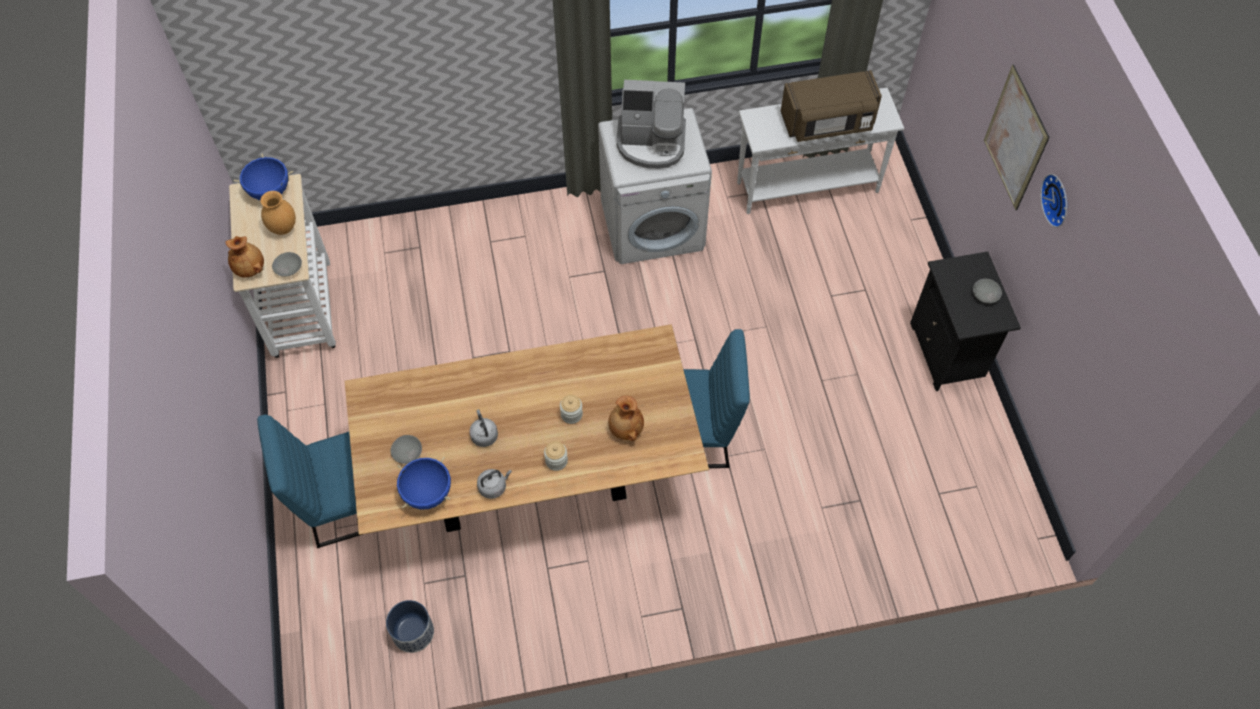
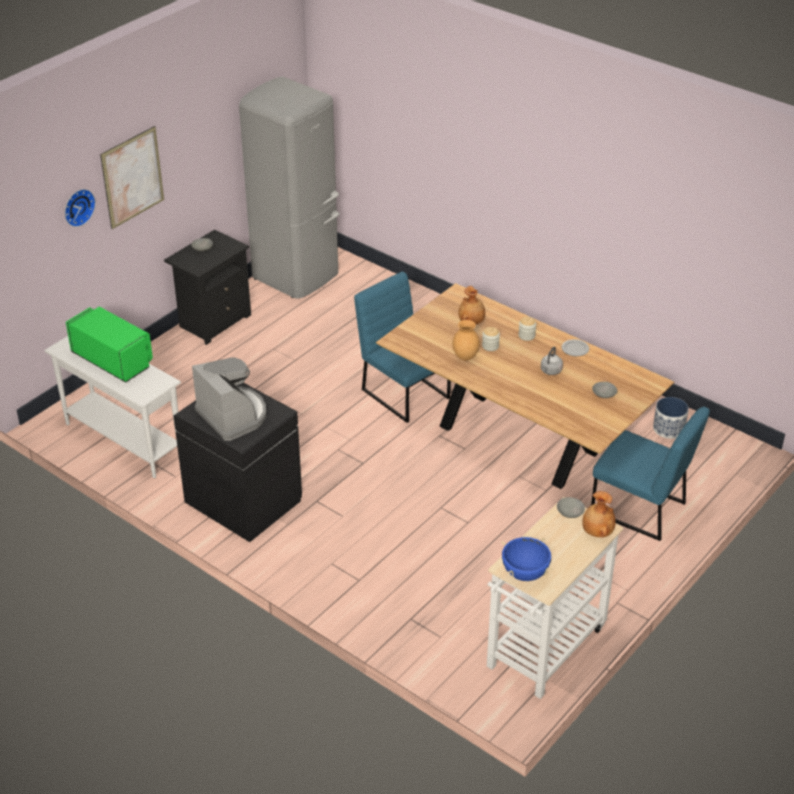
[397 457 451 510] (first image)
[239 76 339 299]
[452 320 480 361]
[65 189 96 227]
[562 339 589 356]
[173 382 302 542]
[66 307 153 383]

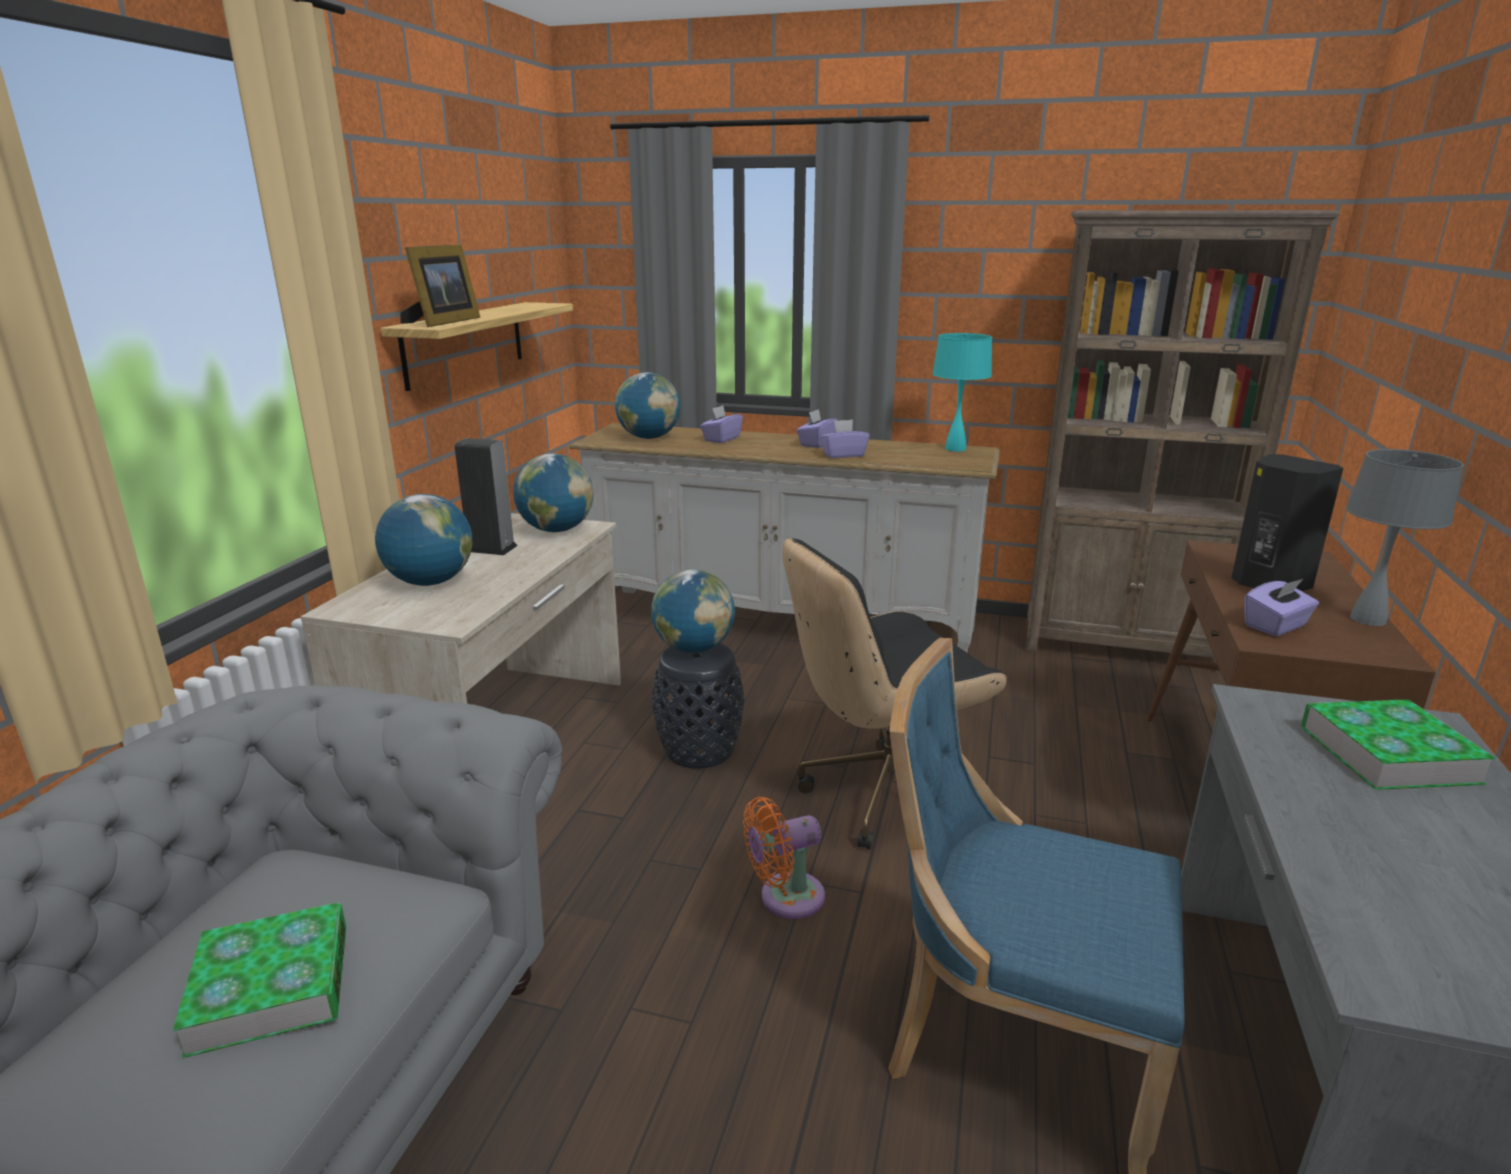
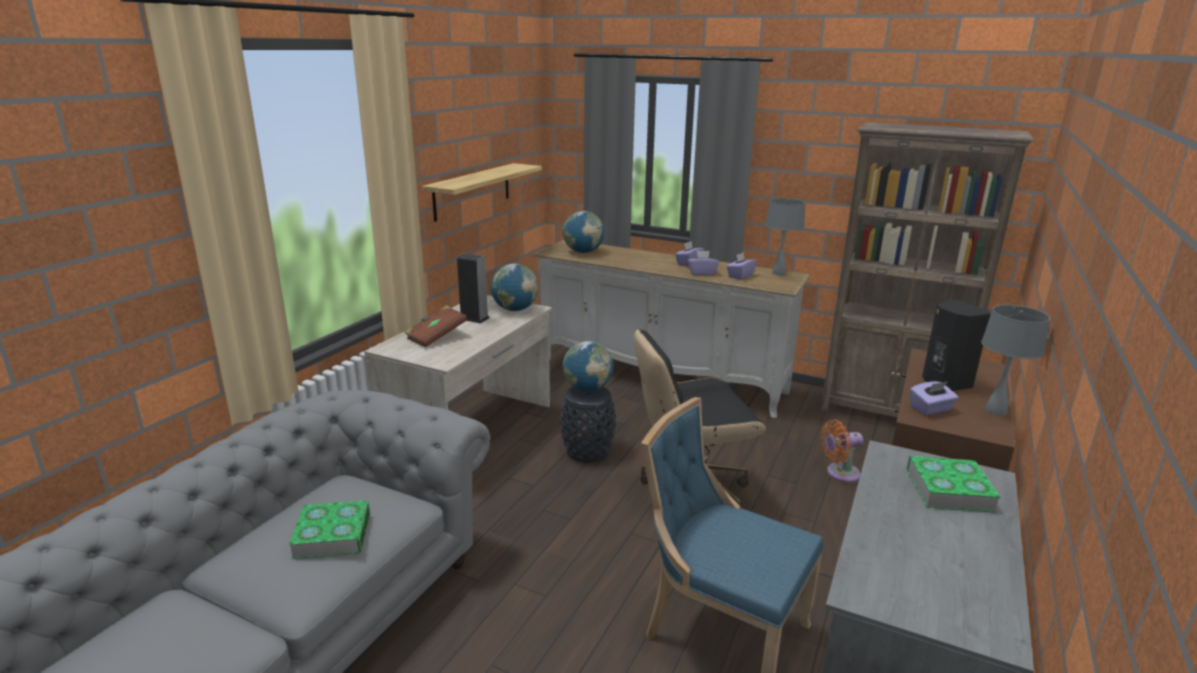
[400 244 480 327] (first image)
[727 252 757 280]
[821 420 863 482]
[404 305 467 347]
[765 198 805 275]

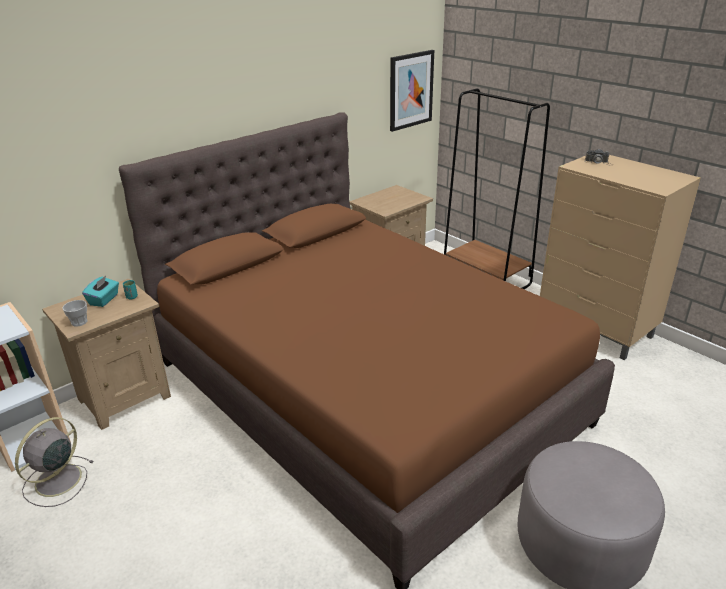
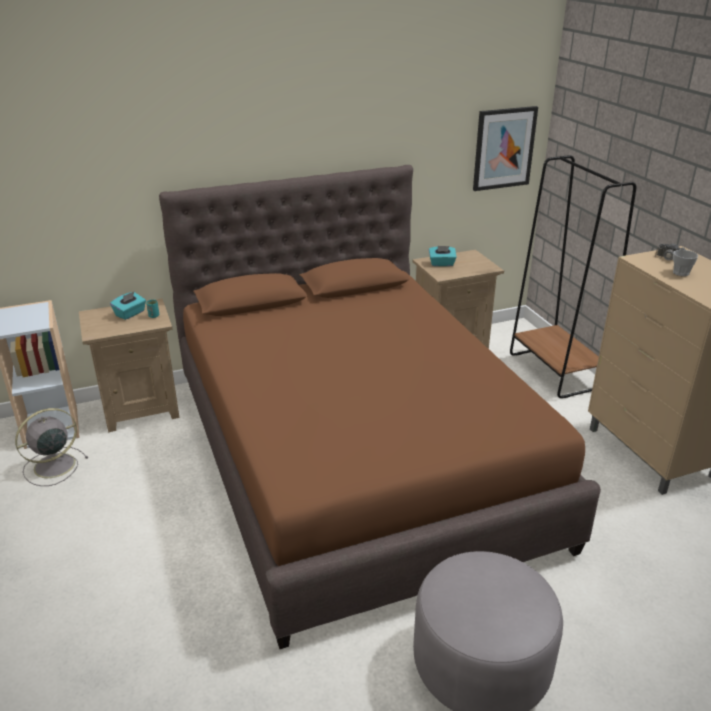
[429 246 457 266]
[673 250 698 276]

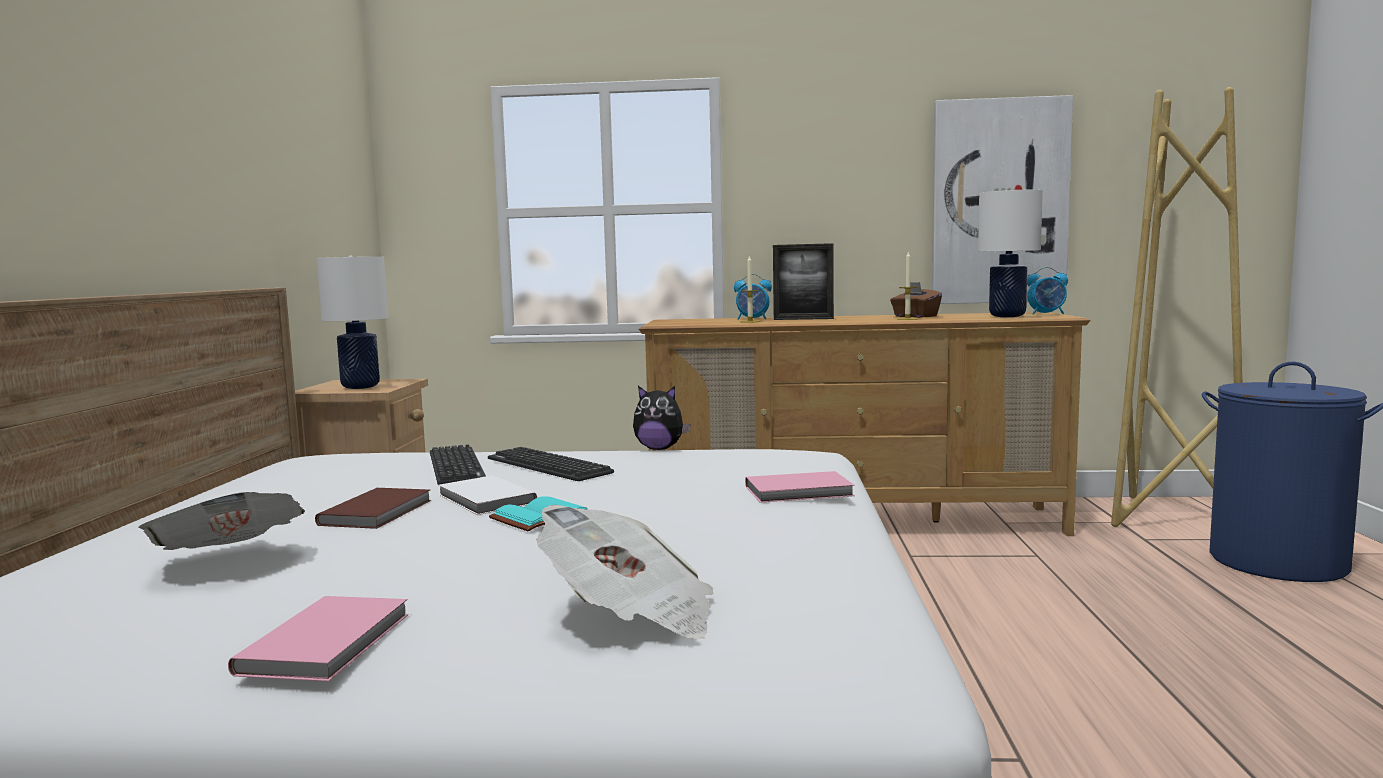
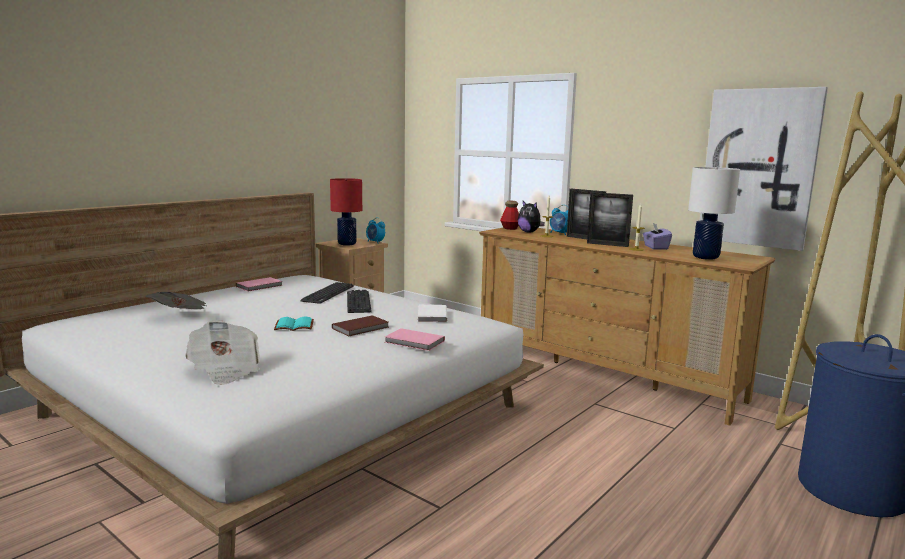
[500 201 519 230]
[587 192 633 247]
[236 277 283 292]
[332 315 389 336]
[418 305 448 322]
[518 201 545 233]
[366 217 385 244]
[330 178 362 246]
[643 223 672 250]

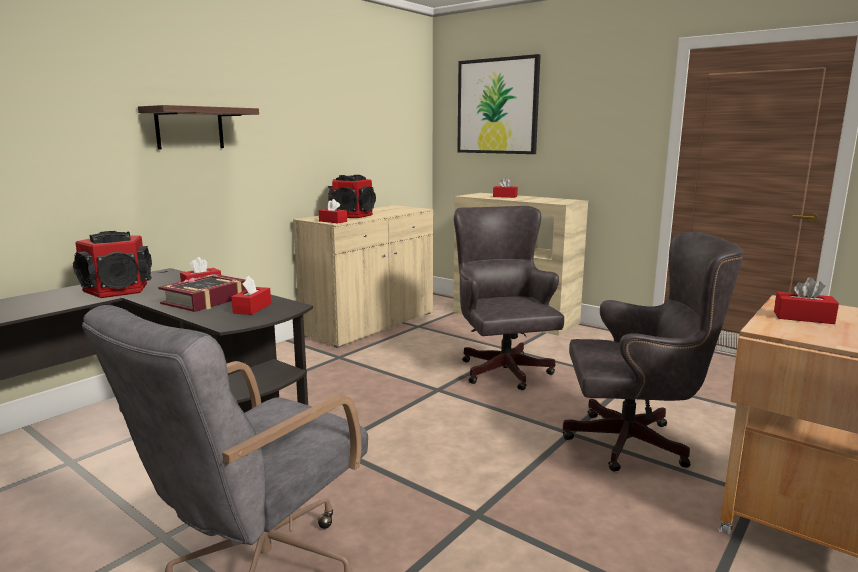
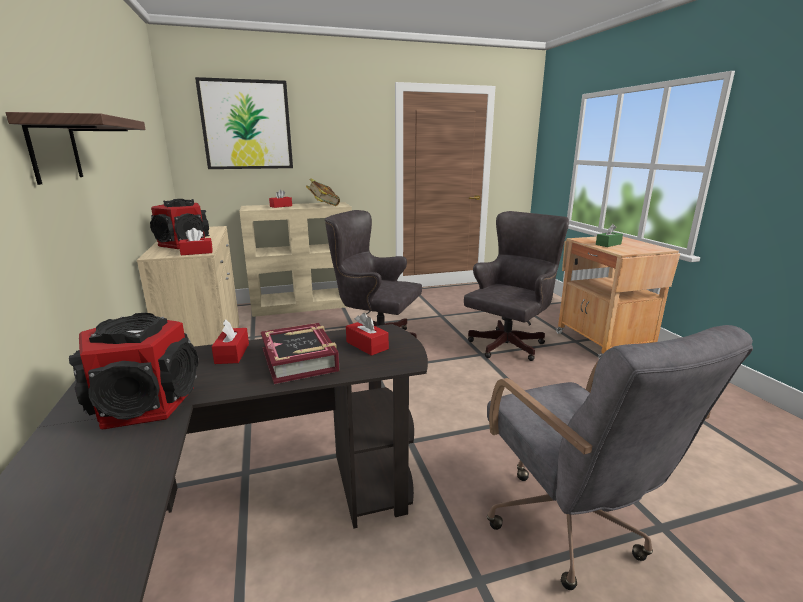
[306 178 340 206]
[596 224 623 247]

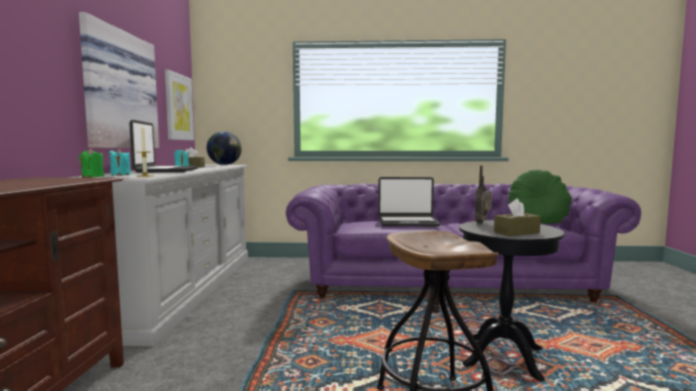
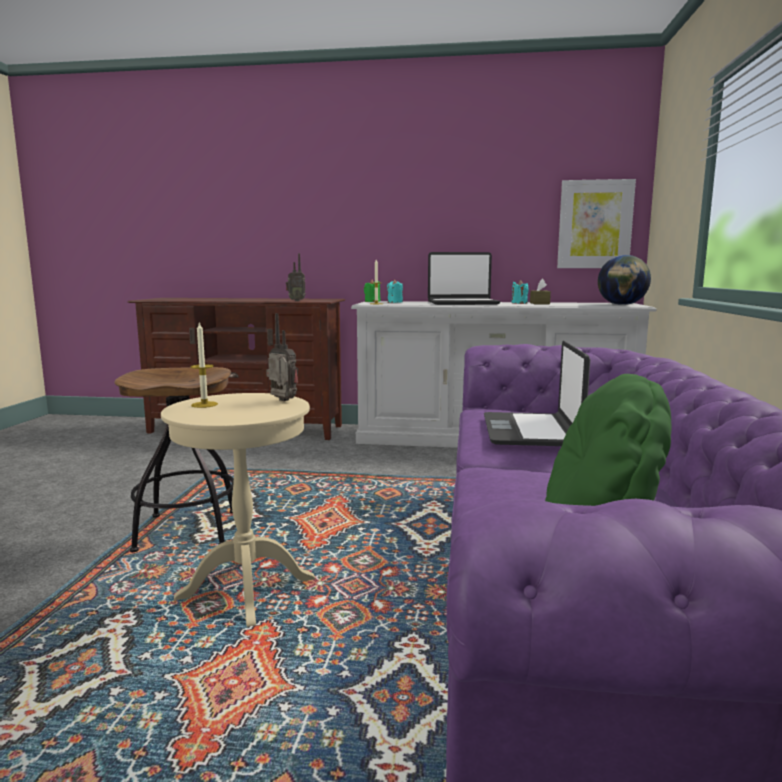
[79 12 159 148] (first image)
[286 253 306 301]
[191 322 218 408]
[161 393 315 627]

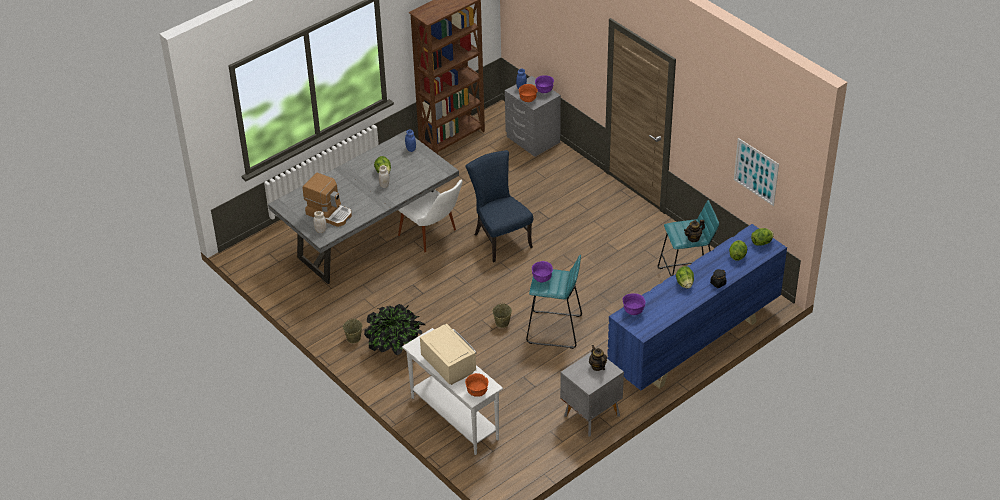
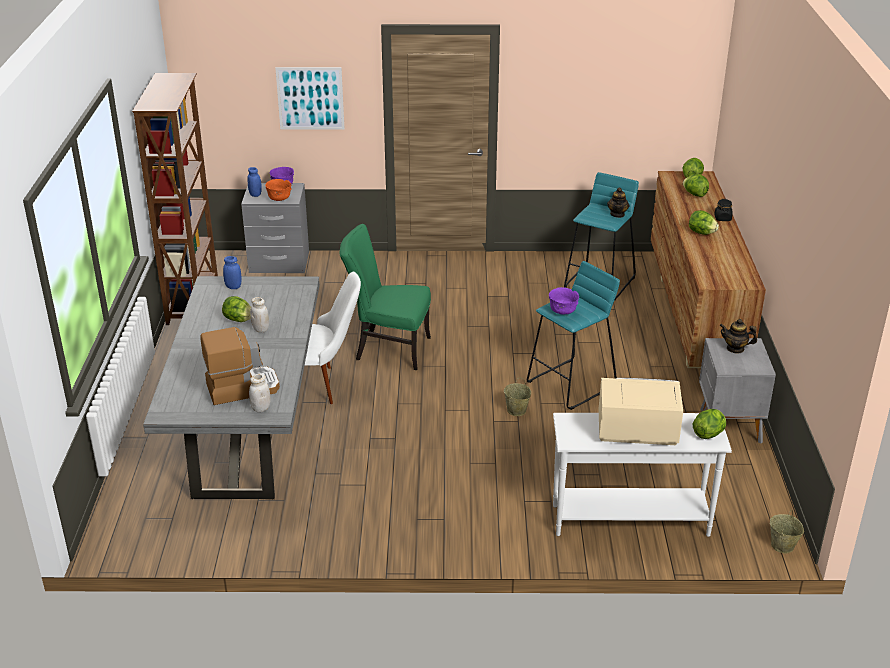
[364 304 425 355] (first image)
[622 293 645 315] (first image)
[770 510 804 553]
[275 67 345 130]
[693 409 726 439]
[340 224 431 370]
[651 171 766 368]

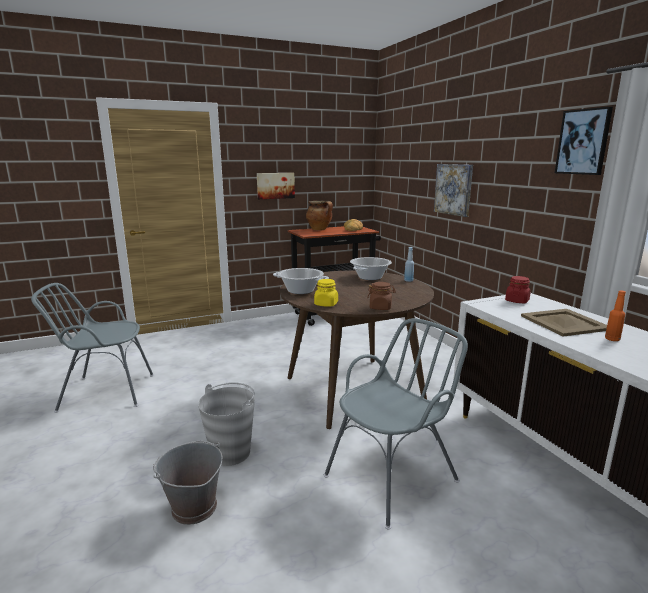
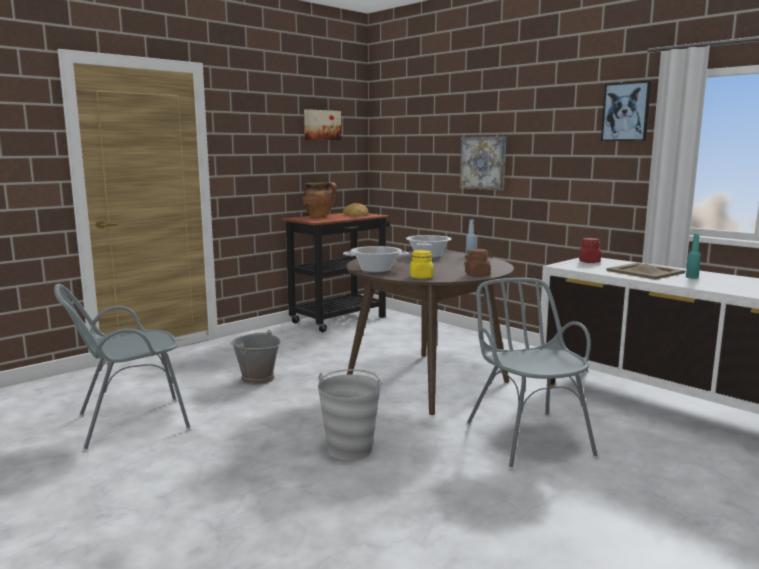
[231 330 280 385]
[304 109 341 140]
[686 234 701 279]
[466 278 599 470]

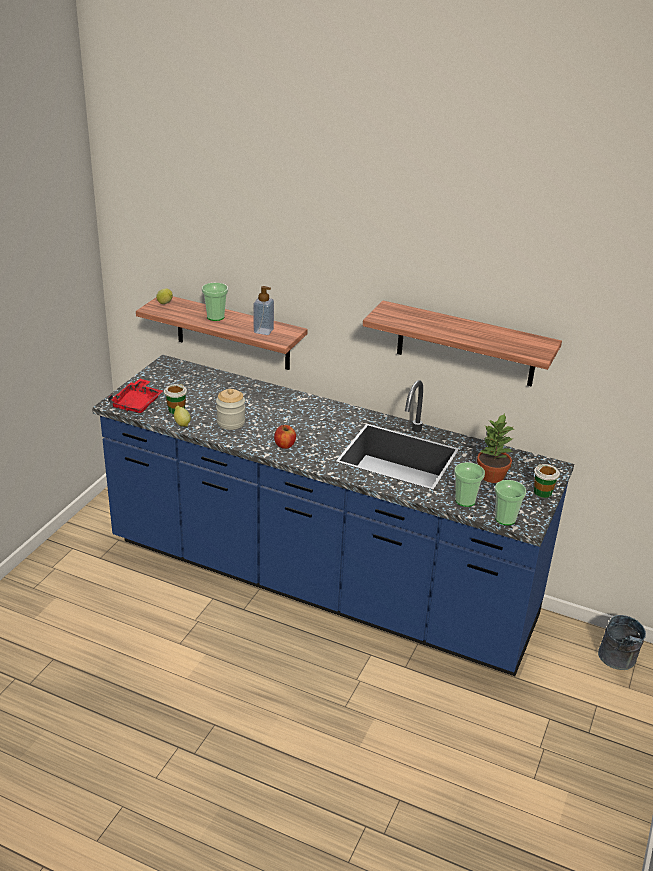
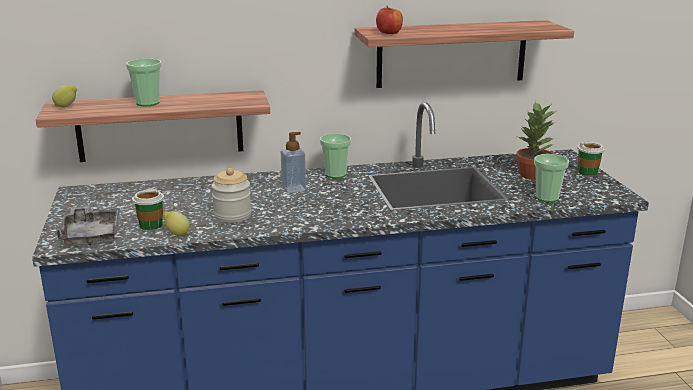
[598 615 646 670] (first image)
[281 132 306 193]
[376 6 403 34]
[320 134 351 178]
[56 206 120 246]

